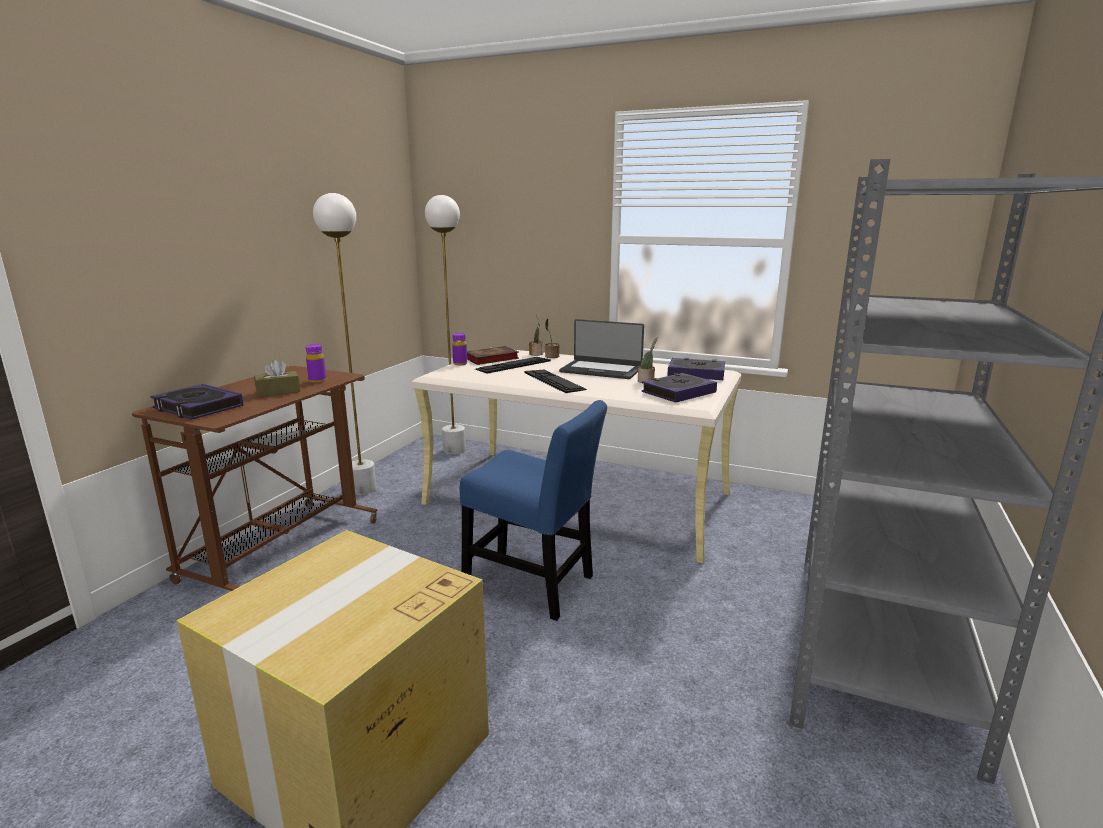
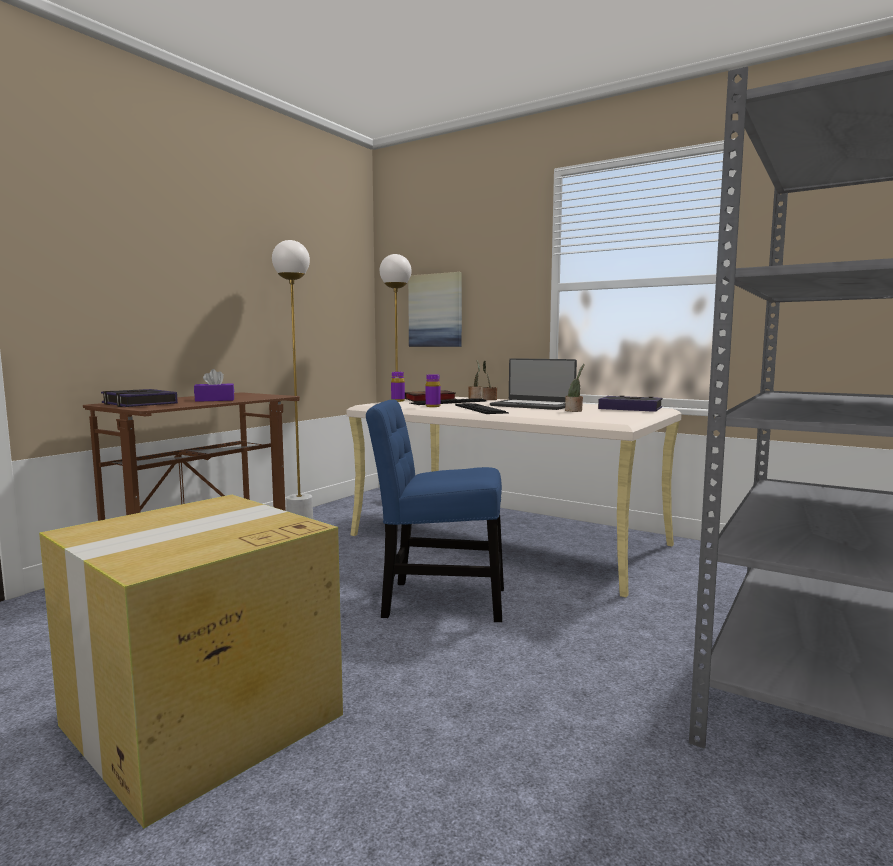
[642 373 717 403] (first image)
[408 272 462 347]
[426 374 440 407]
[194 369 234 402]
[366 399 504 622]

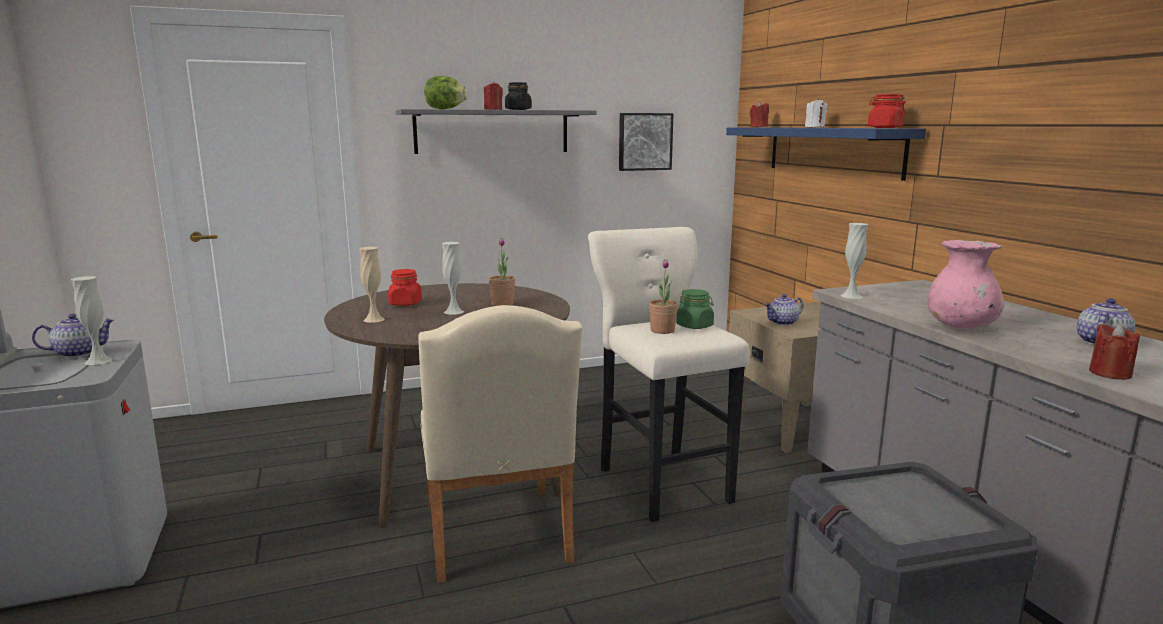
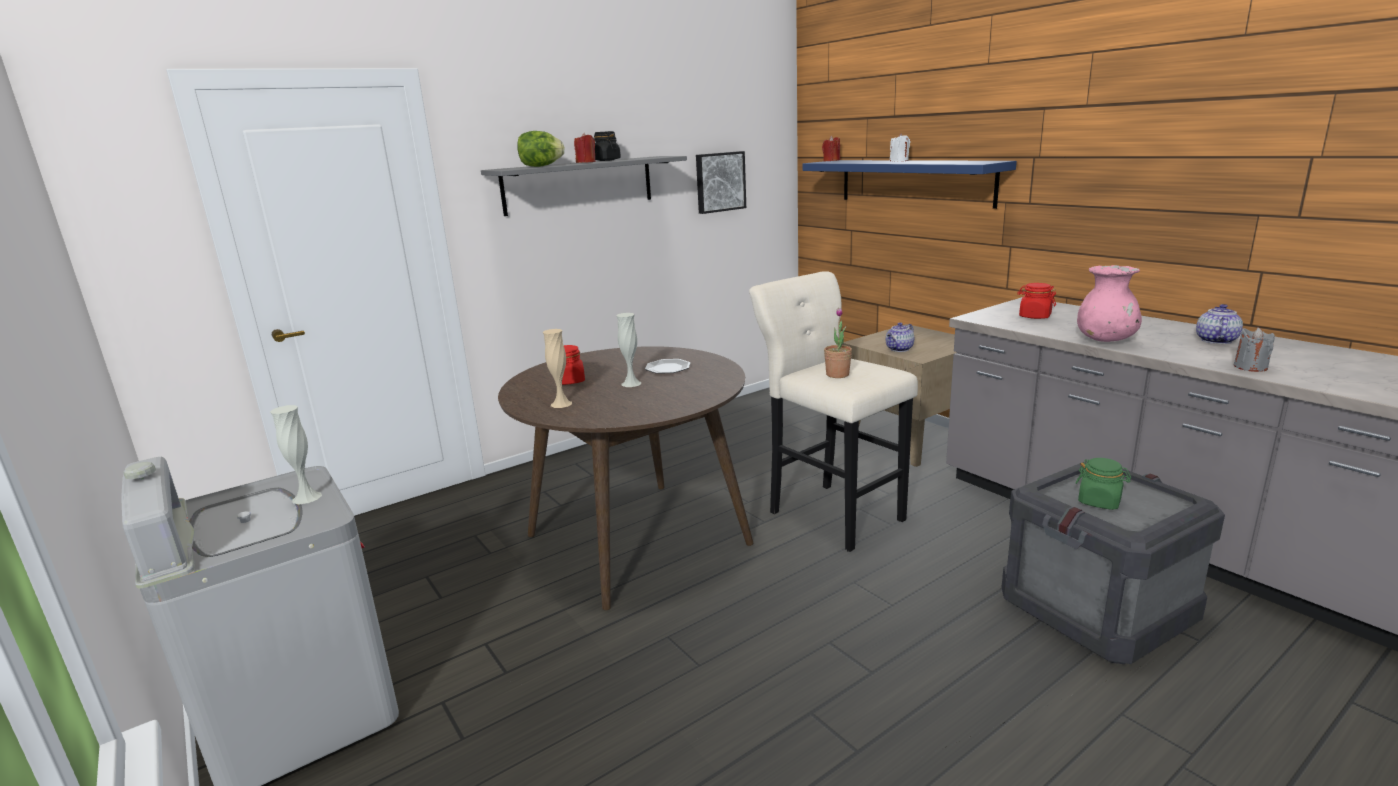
[32 314 114 358] (first image)
[418 305 582 583] (first image)
[841 223 868 299] (first image)
[1075 458 1131 510]
[1017 283 1056 319]
[645 359 690 374]
[1233 327 1275 372]

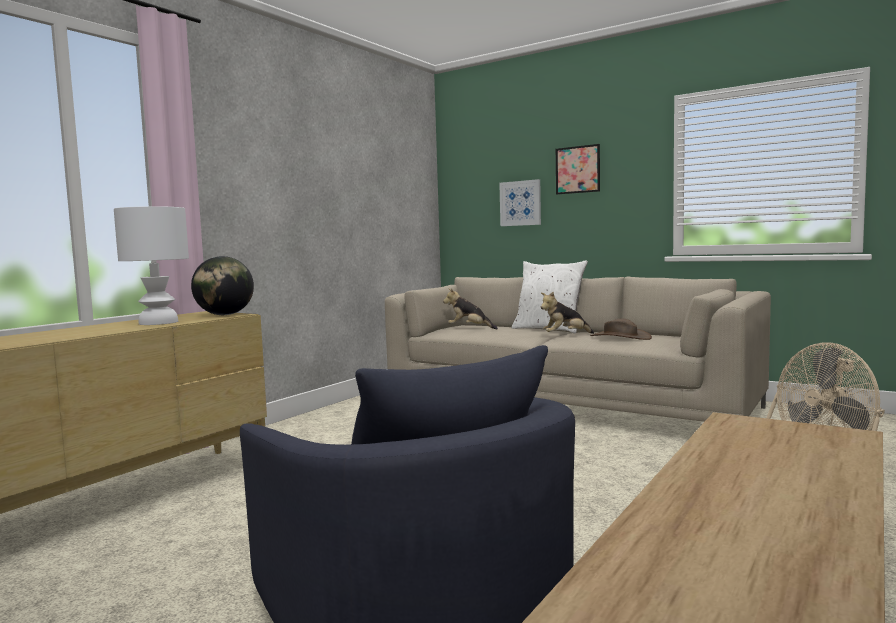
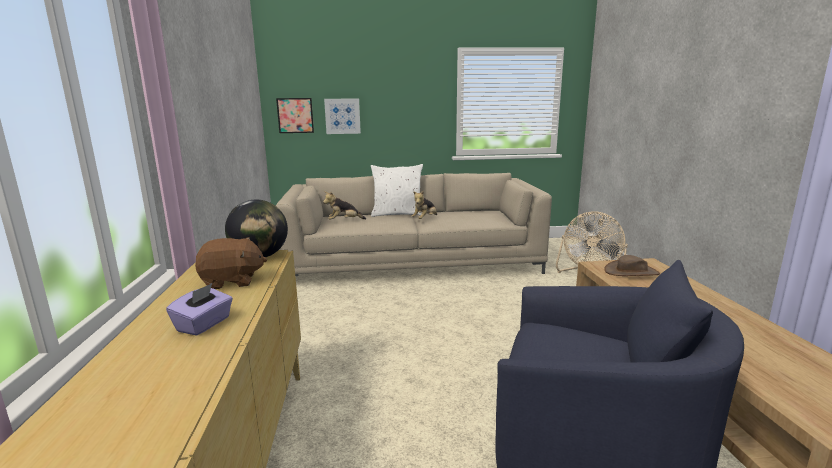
[166 283 233 336]
[276 98 314 133]
[604 255 660 276]
[195 237 267 289]

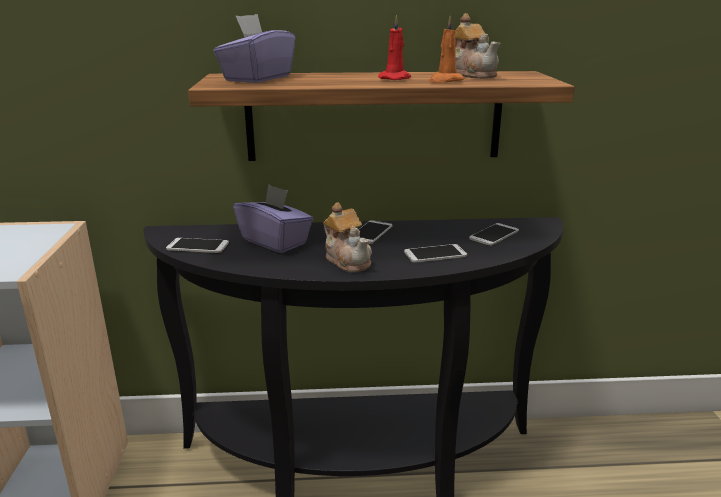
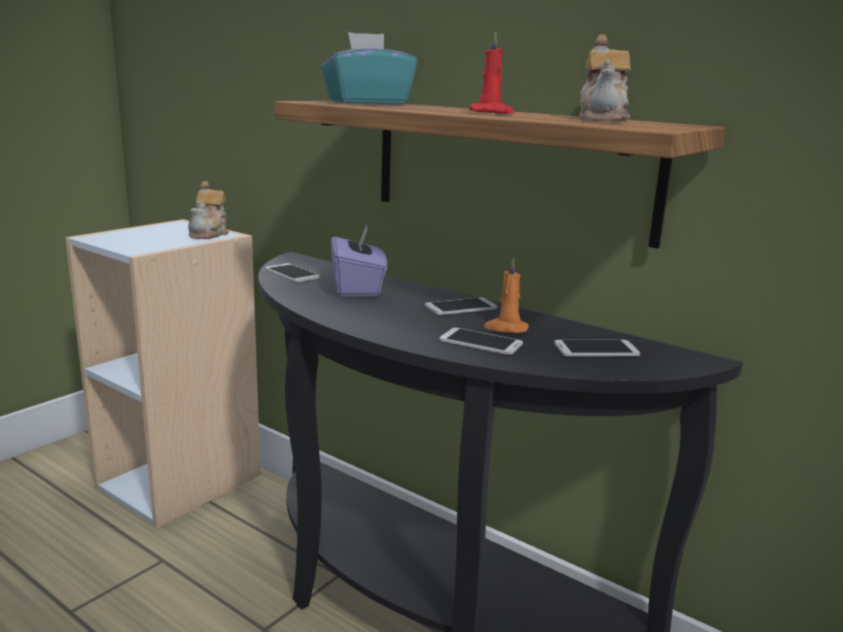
[188 181 229 239]
[483 258 529 333]
[321 32 417 105]

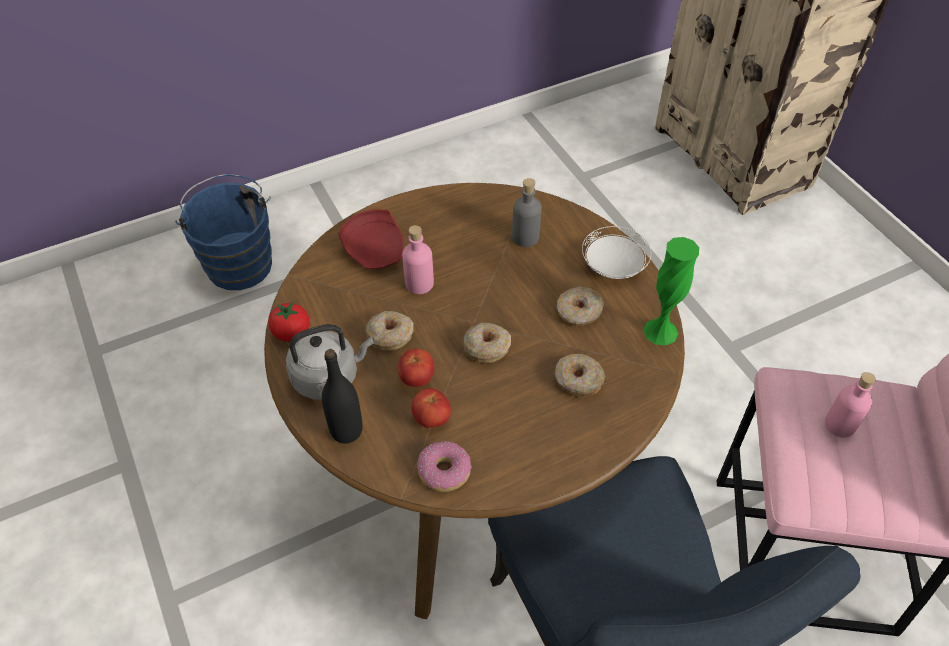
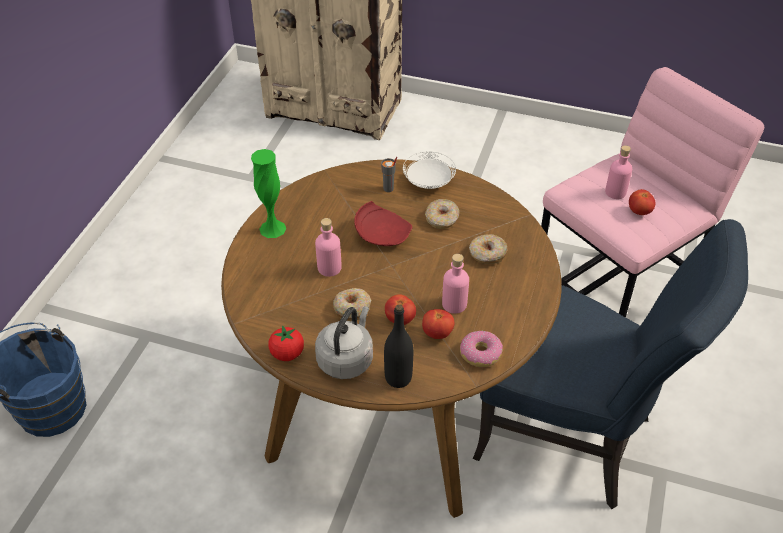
[463 323 511 363] (first image)
[512 178 542 247] (first image)
[381 157 397 192]
[442 254 469 314]
[629 189 655 215]
[354 201 412 246]
[251 149 286 238]

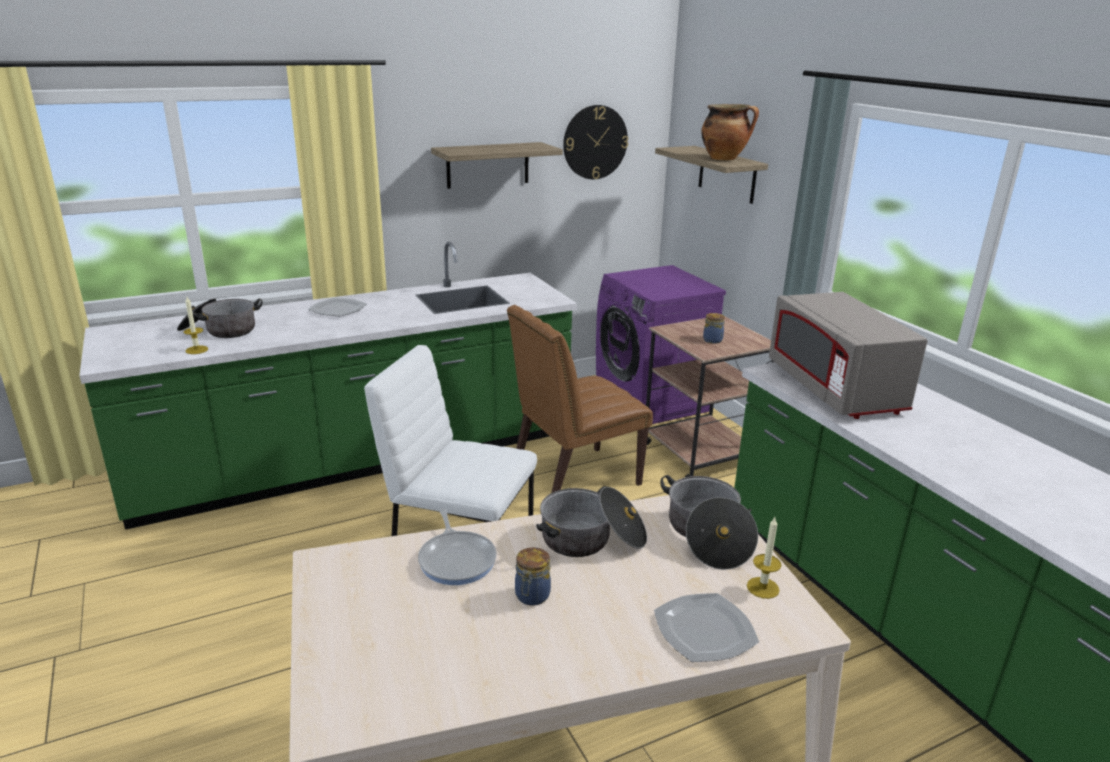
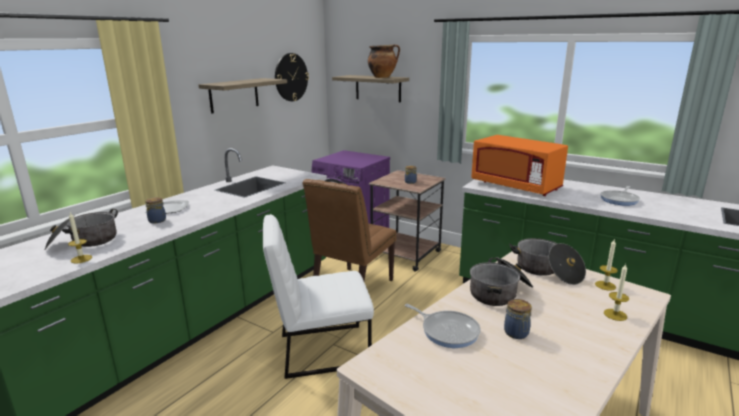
[145 197 166 223]
[600 186 640 206]
[604 264 629 321]
[471 135 568 196]

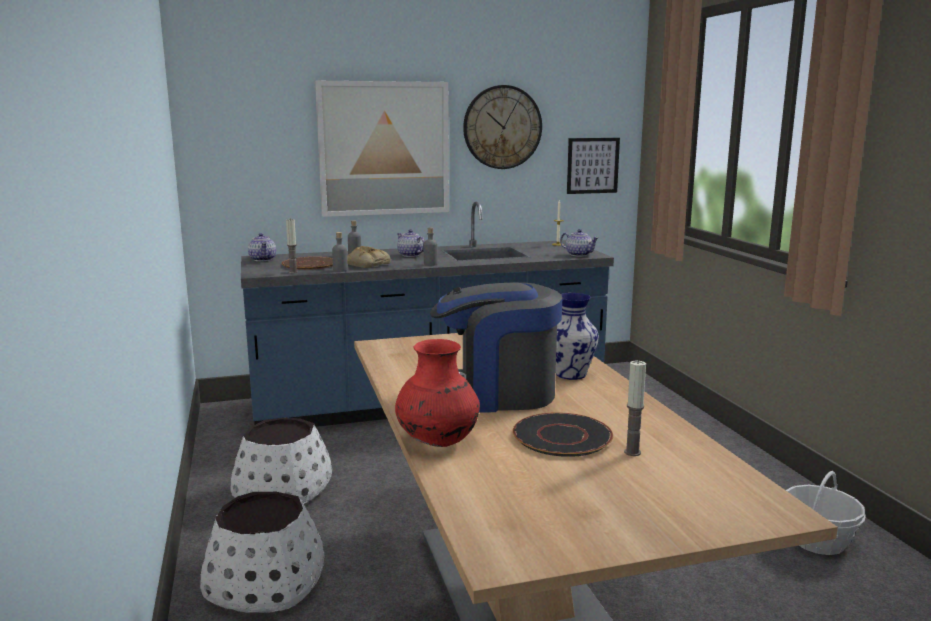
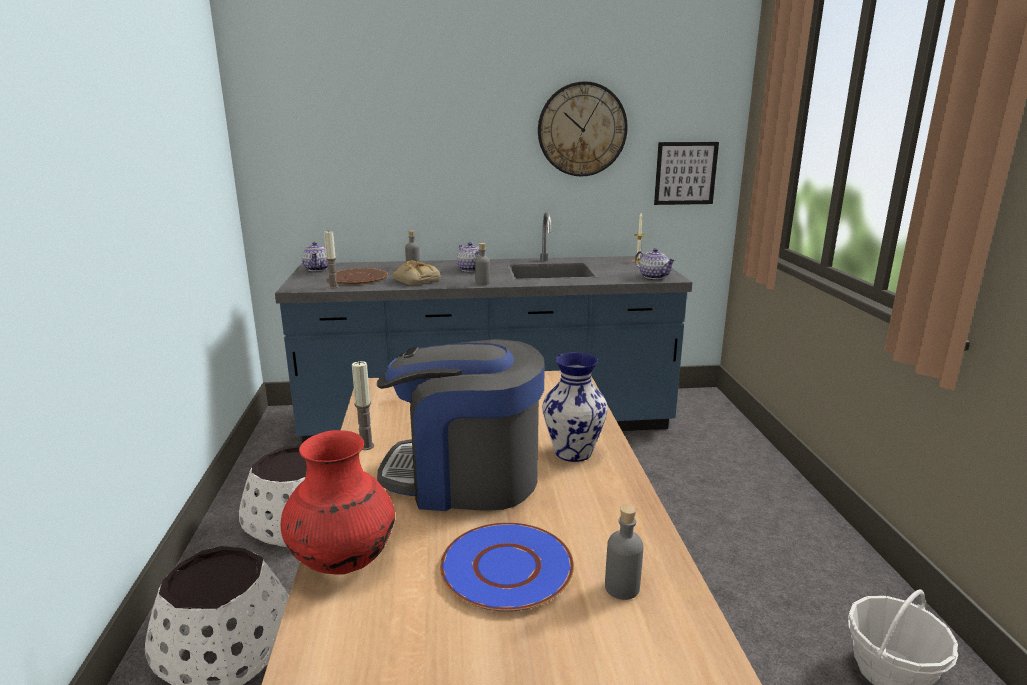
[315 81 449 217] (first image)
[605 505 644 600]
[352 361 374 450]
[440 522 574 612]

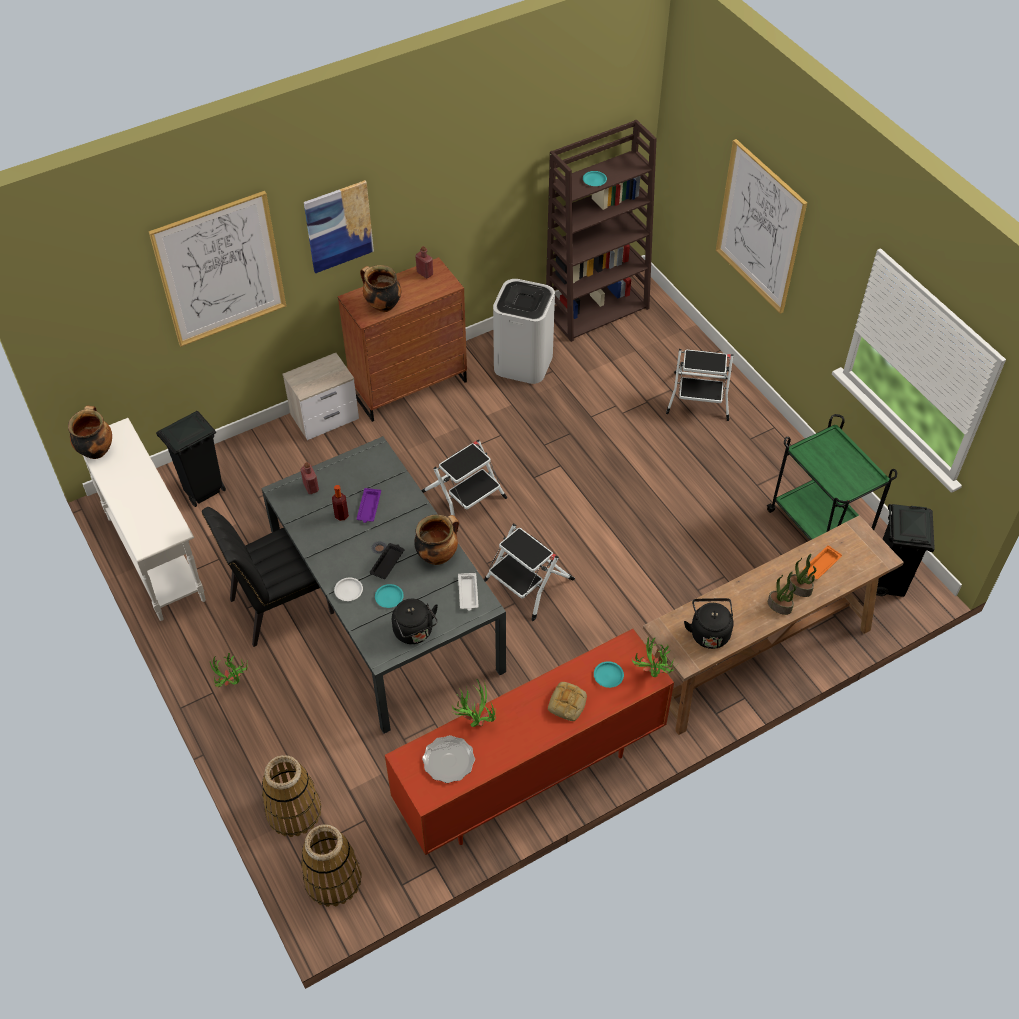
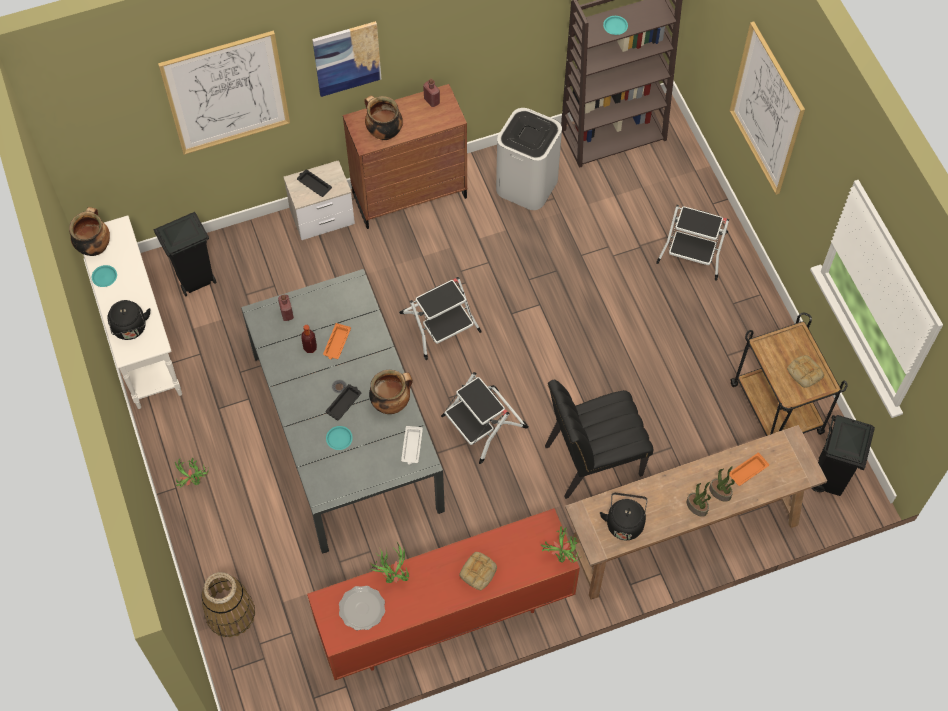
[301 825 362 907] (first image)
[334 578 363 601] (first image)
[297 170 332 197]
[787 355 824 388]
[545 380 653 499]
[108 300 151 340]
[92 265 117 287]
[323 323 351 359]
[731 312 848 436]

